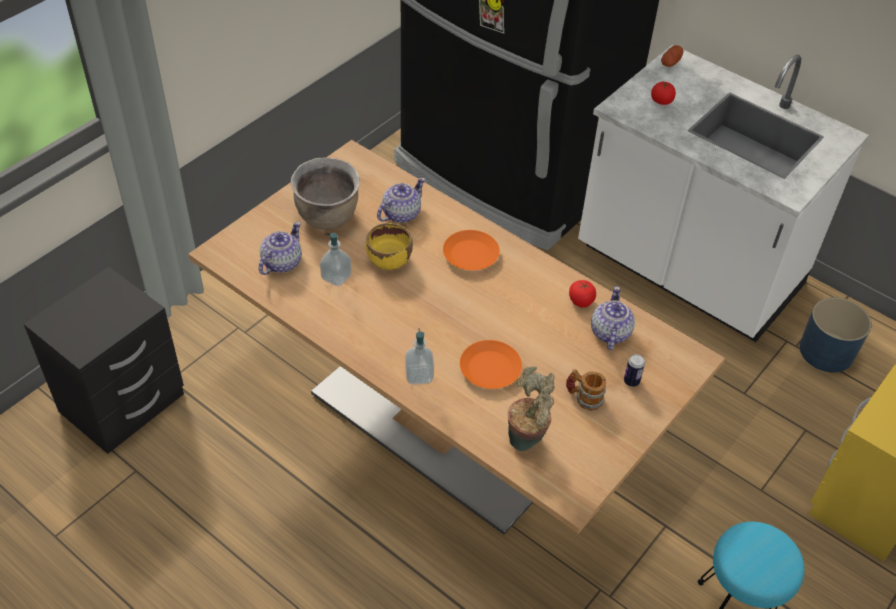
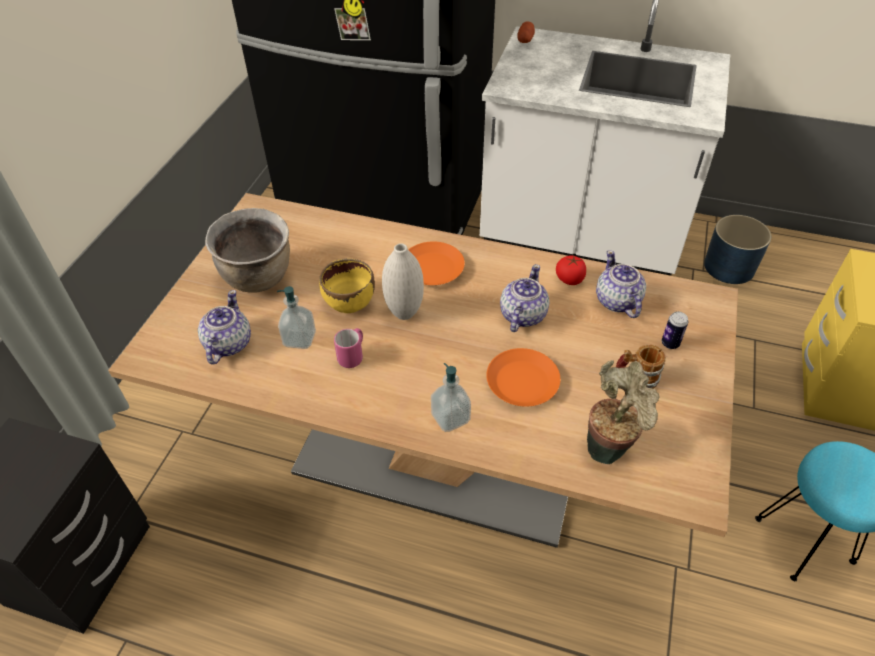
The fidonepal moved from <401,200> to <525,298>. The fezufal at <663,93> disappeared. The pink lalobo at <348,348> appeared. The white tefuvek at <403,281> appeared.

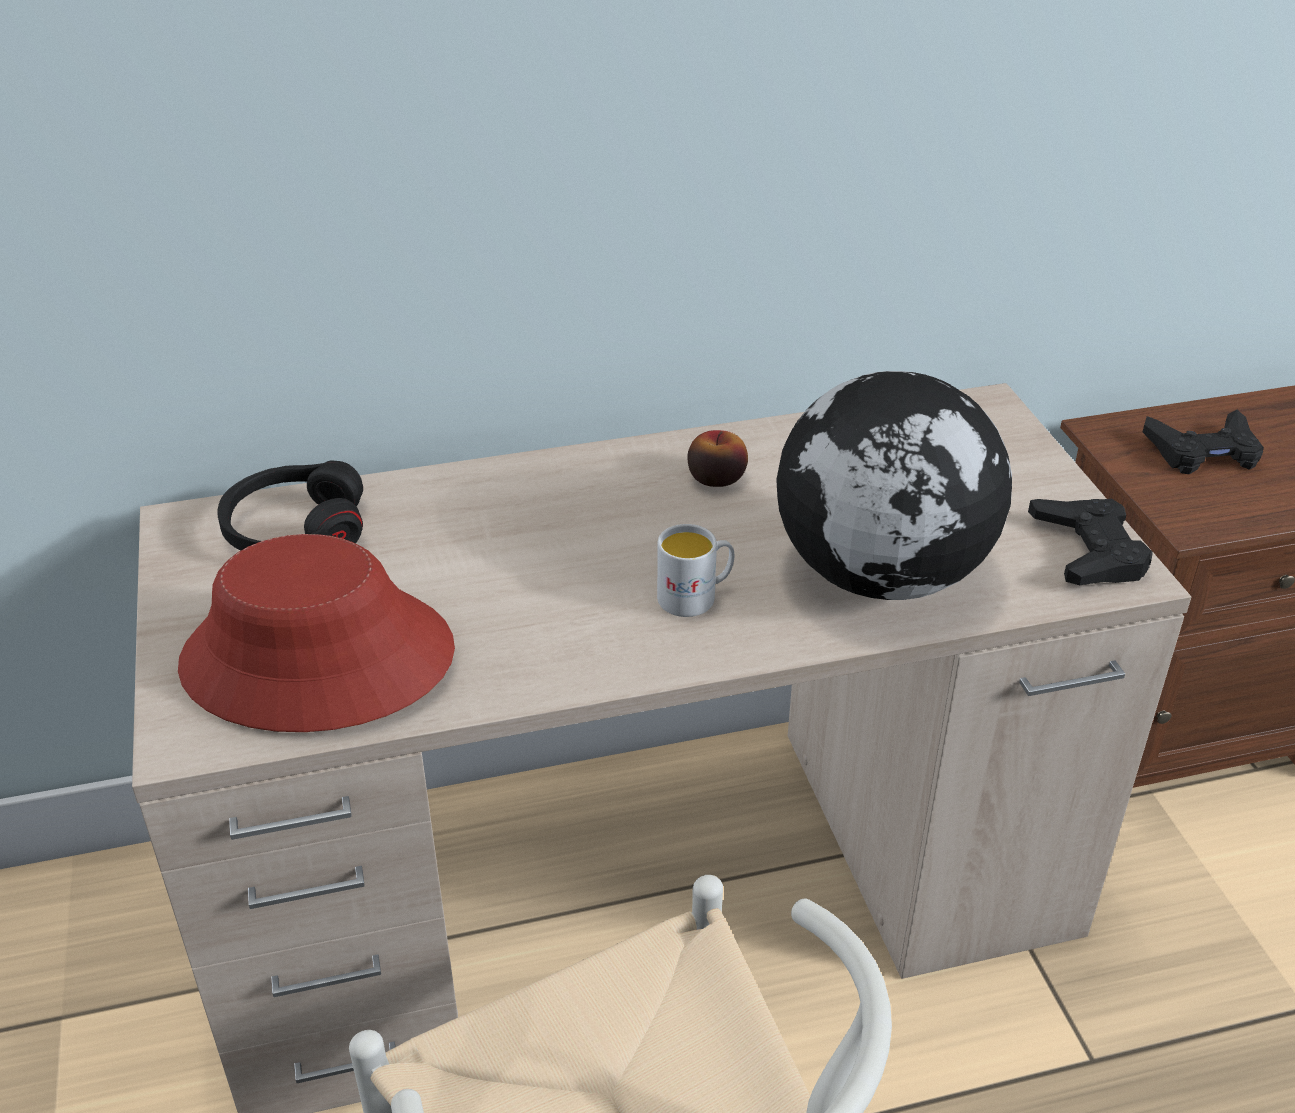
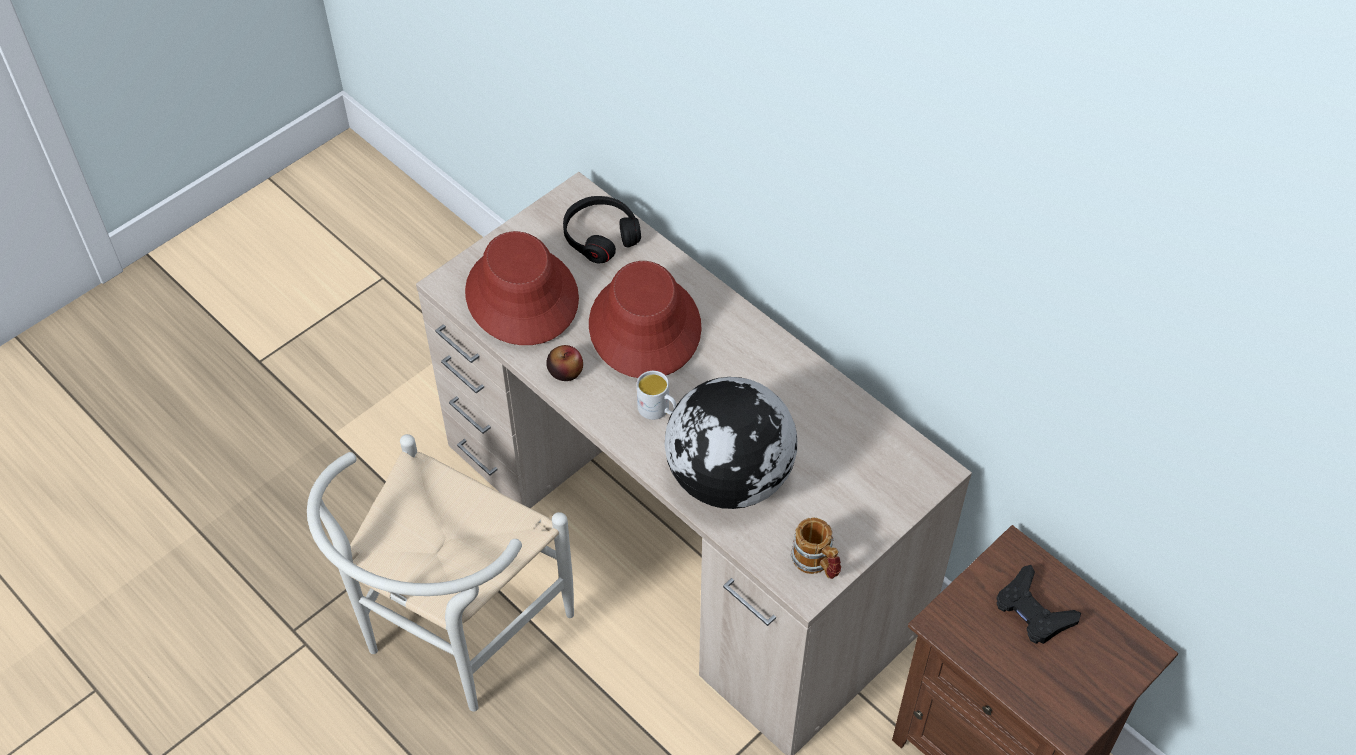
The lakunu moved from <717,458> to <564,363>. The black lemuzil at <1090,542> was replaced by the lalobo at <815,548>. The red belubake at <645,319> appeared.

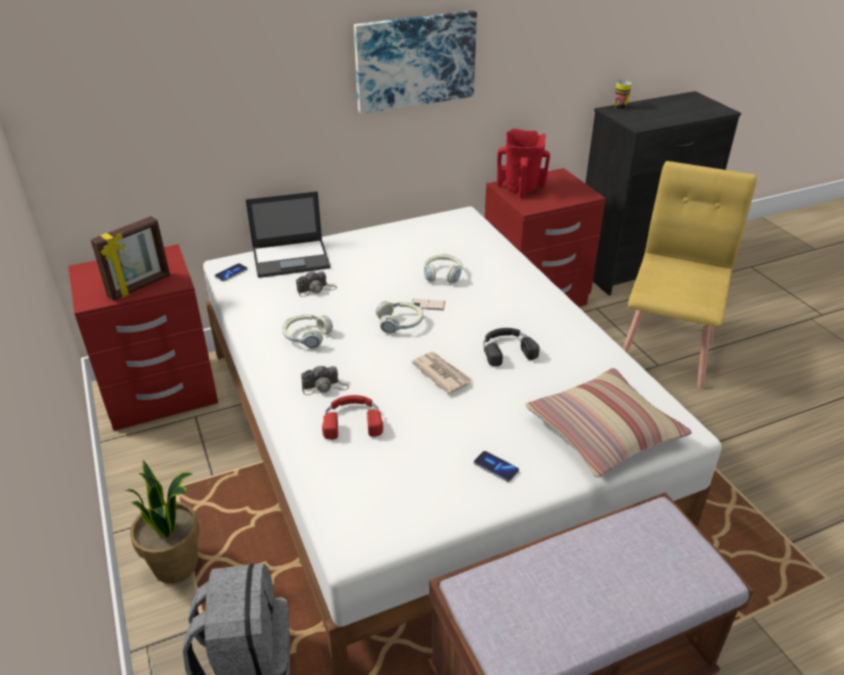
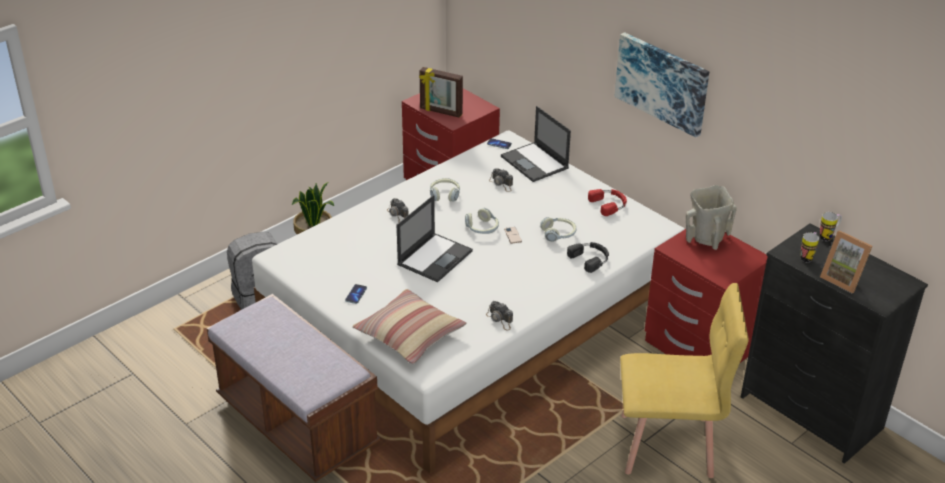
The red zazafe moved from <352,417> to <607,202>. The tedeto at <441,373> was replaced by the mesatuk at <435,238>. The black zazafe moved from <511,347> to <588,257>. The red tefuvek at <523,163> became the beige tefuvek at <711,217>. The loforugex at <499,315> appeared. The lalobo at <810,247> appeared. The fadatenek at <846,261> appeared.

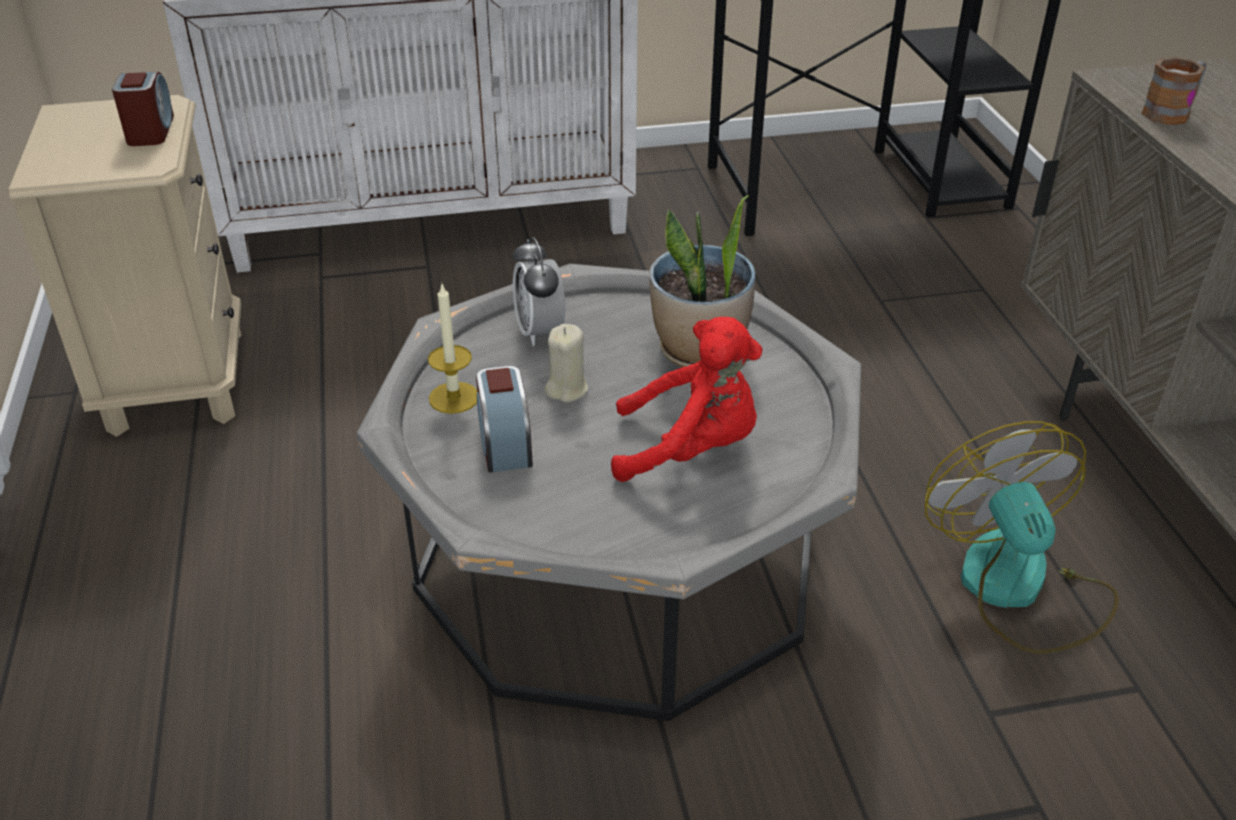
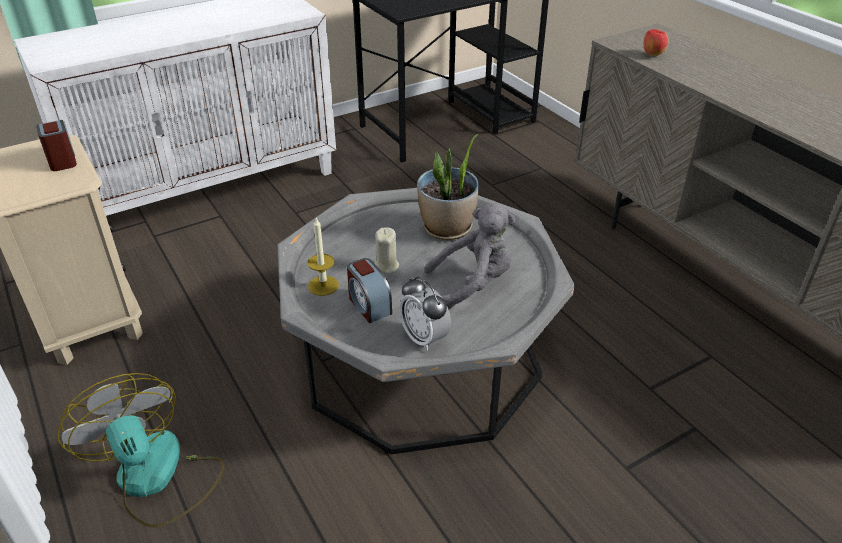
The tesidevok moved from <539,291> to <425,314>. The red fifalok at <687,399> became the grey fifalok at <470,256>. The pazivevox moved from <1022,537> to <140,450>. The lalobo at <1174,91> was replaced by the lakunu at <656,43>.

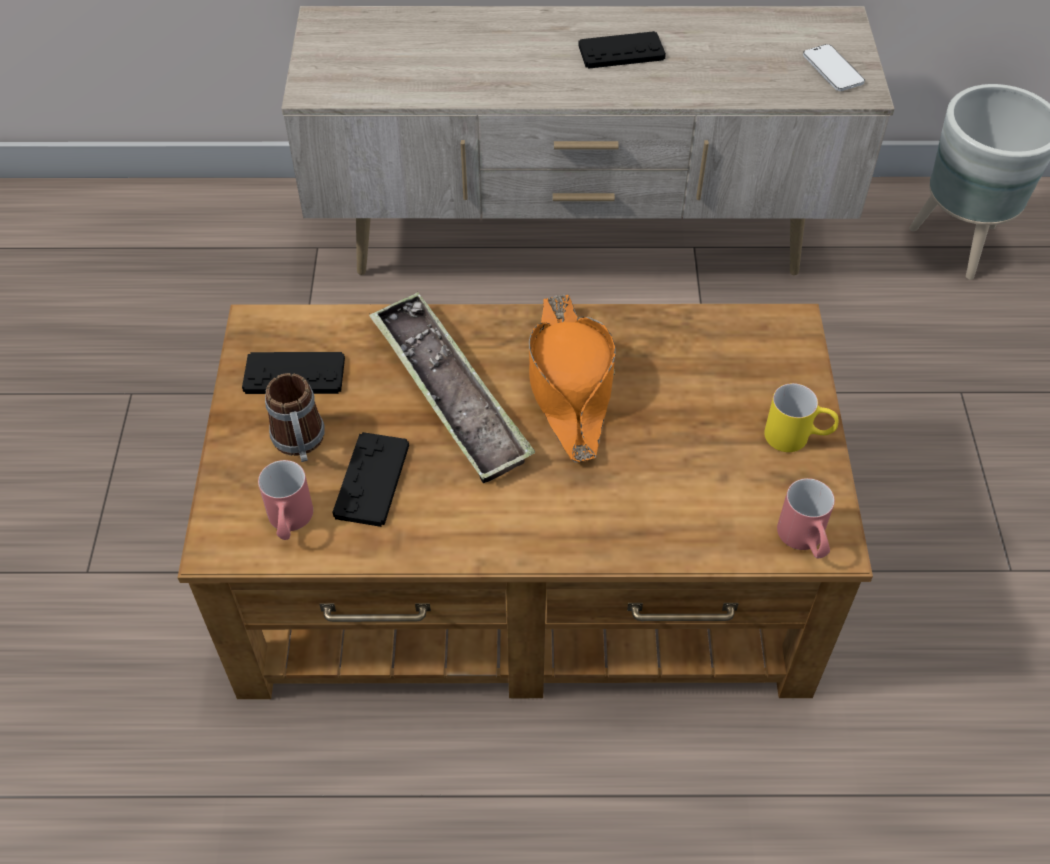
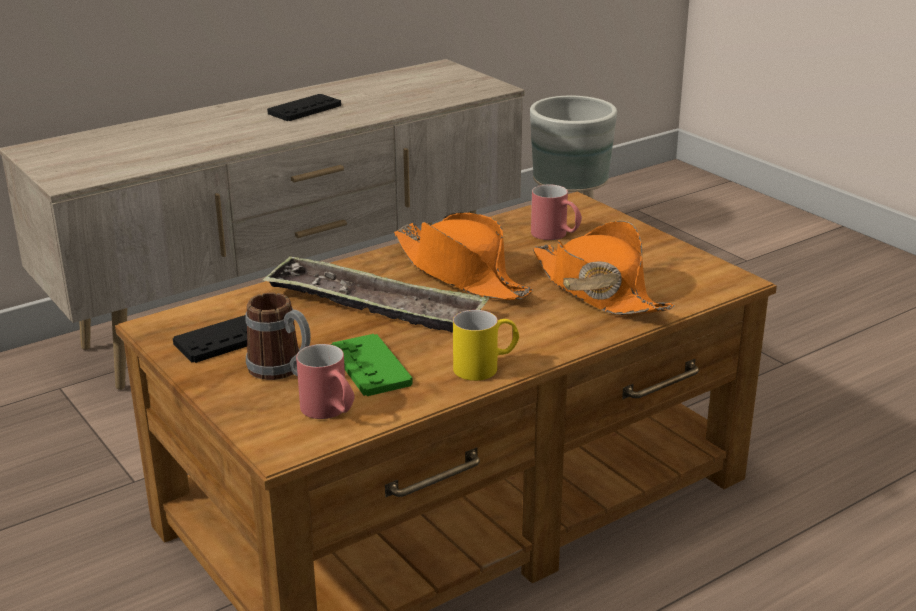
The black lemuzil at <370,479> became the green lemuzil at <372,365>. The yellow lalobo moved from <801,417> to <486,345>. The red lalobo moved from <806,518> to <556,212>. The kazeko at <834,67> disappeared. The orange belubake at <604,268> appeared.

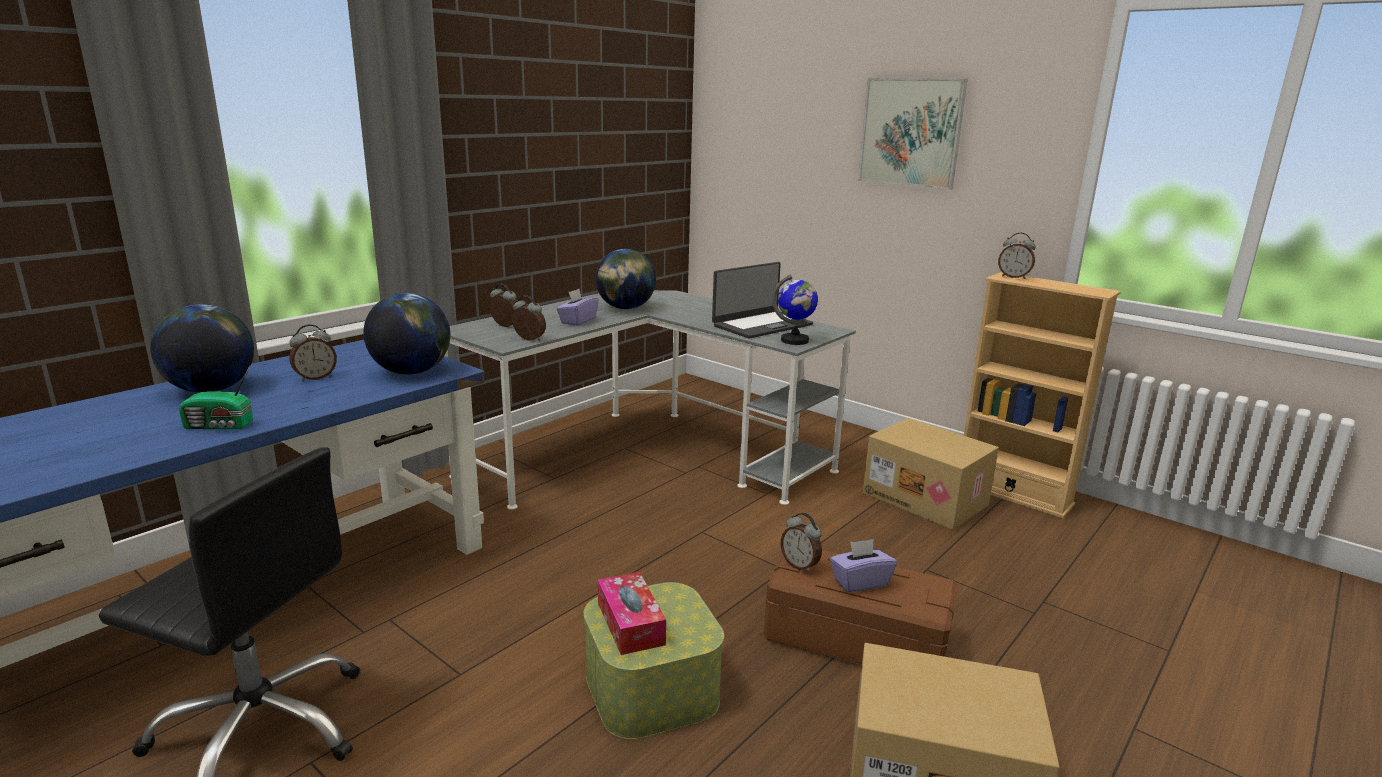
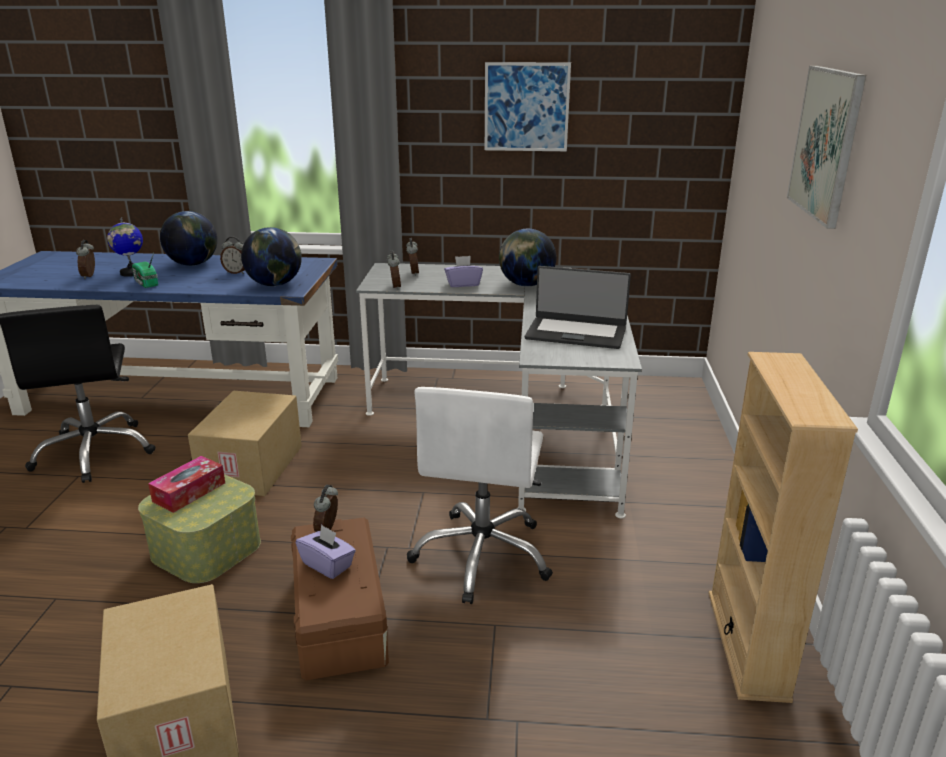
The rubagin moved from <795,309> to <125,247>. The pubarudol moved from <931,474> to <245,443>. The tesidevok moved from <1017,256> to <85,259>. The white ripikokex at <480,495> appeared. The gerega at <528,106> appeared.

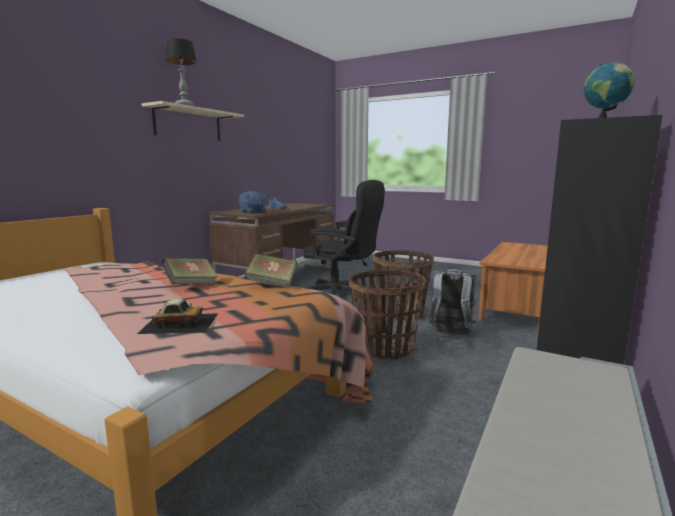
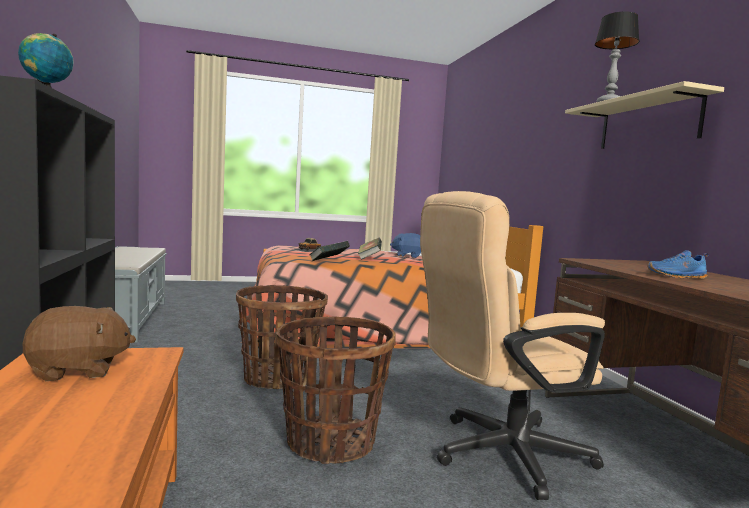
The blue fifalok moved from <253,202> to <405,245>. The black ripikokex at <344,237> became the beige ripikokex at <512,345>. The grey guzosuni at <451,302> disappeared. The brown fifalok at <79,343> appeared.

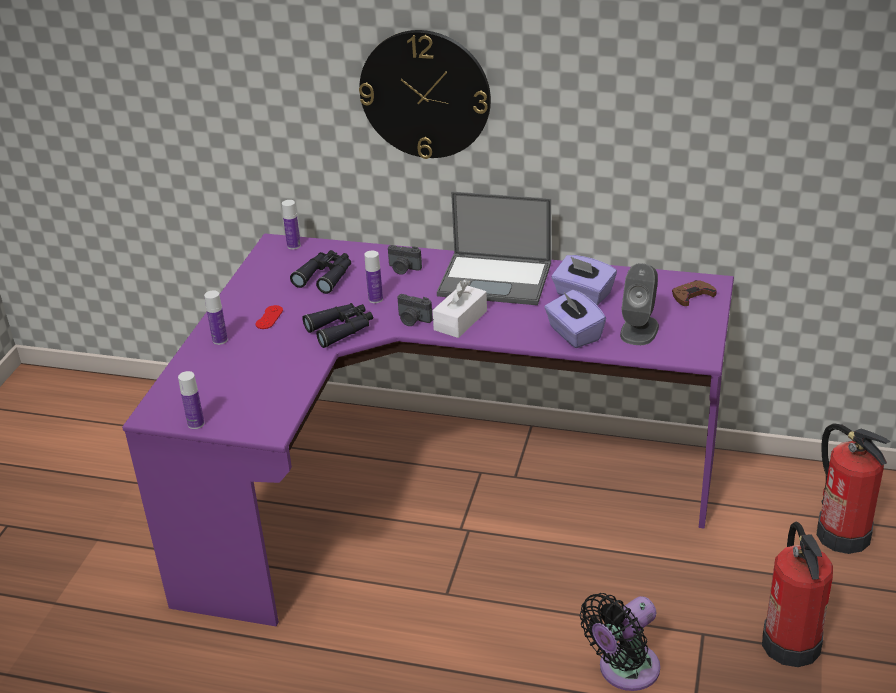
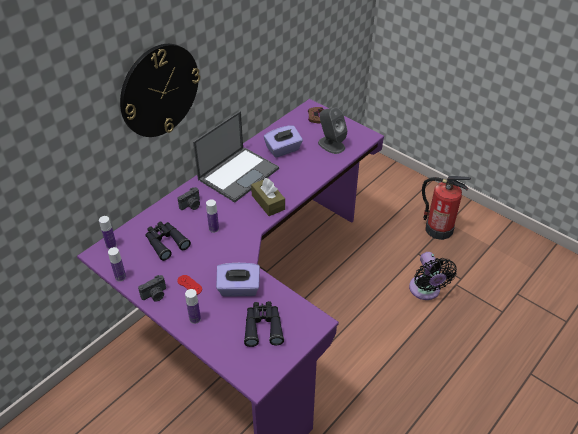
The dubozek moved from <191,400> to <117,264>. The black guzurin moved from <337,325> to <264,324>. The loforugex moved from <415,310> to <152,288>. The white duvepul at <459,308> became the brown duvepul at <268,197>. The purple duvepul moved from <575,319> to <238,280>. The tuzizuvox at <853,488> disappeared.

